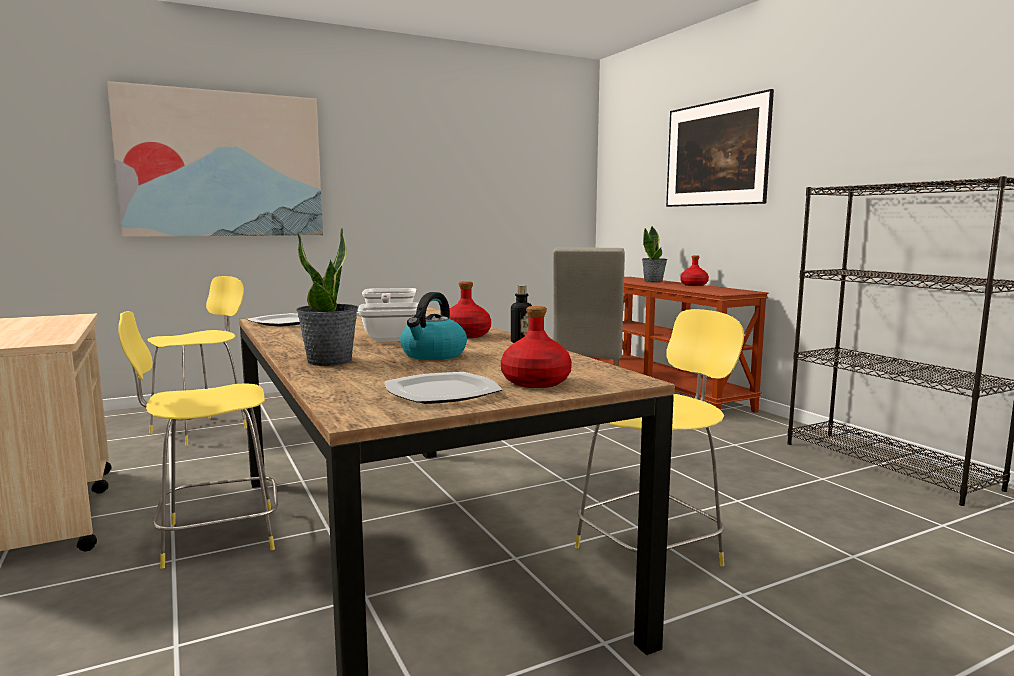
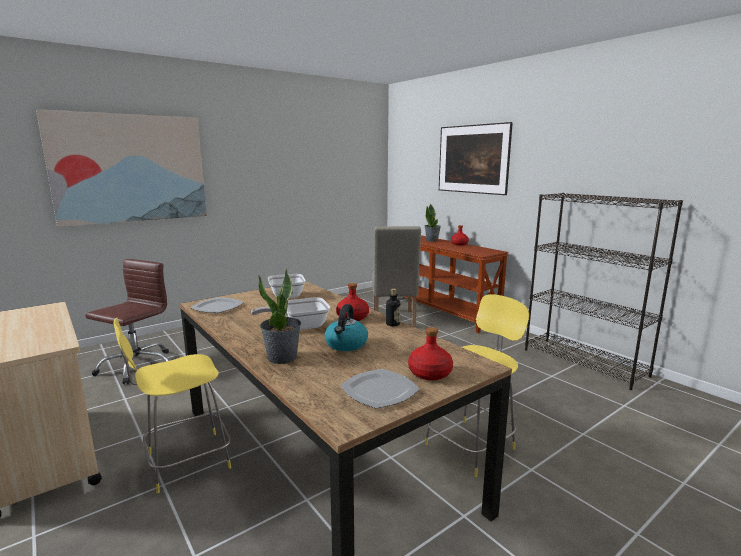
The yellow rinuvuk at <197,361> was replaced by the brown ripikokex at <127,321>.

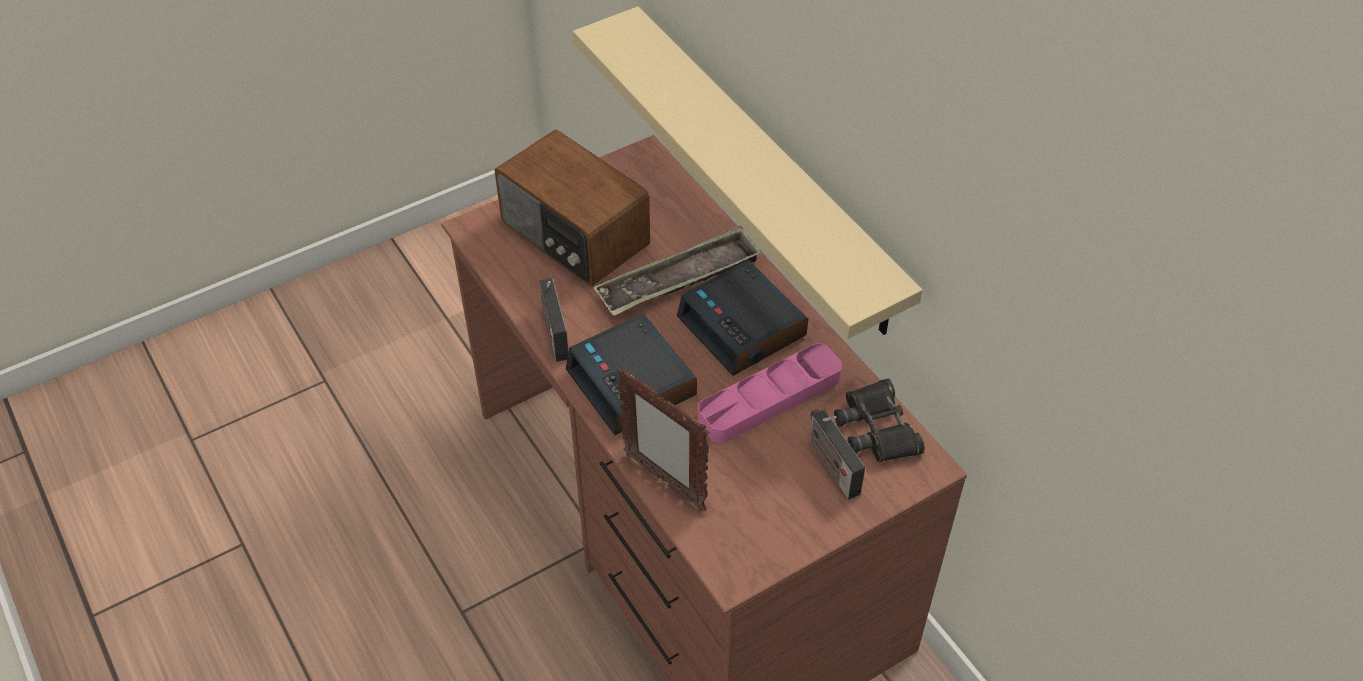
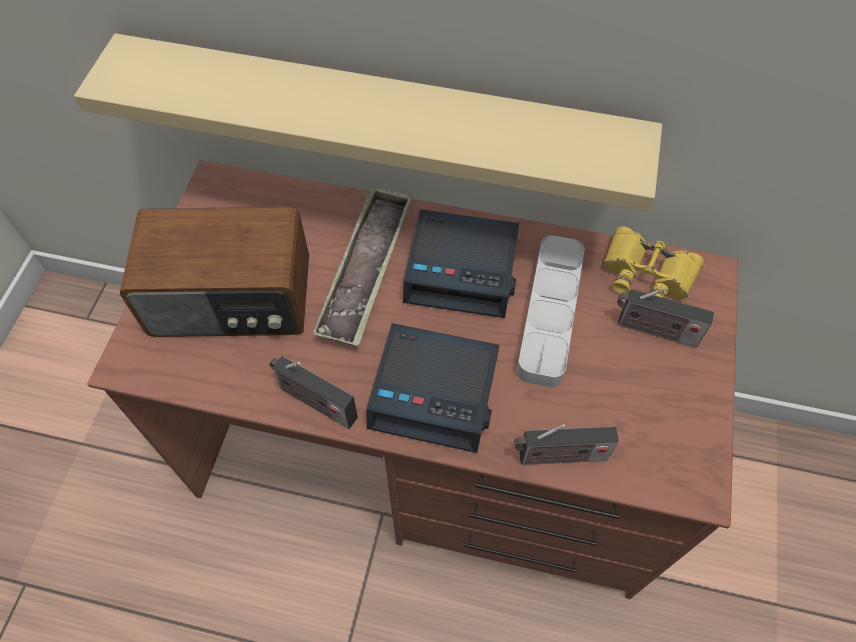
The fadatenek at <663,439> was replaced by the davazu at <566,444>. The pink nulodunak at <770,393> became the grey nulodunak at <550,311>. The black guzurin at <879,420> became the yellow guzurin at <653,263>.

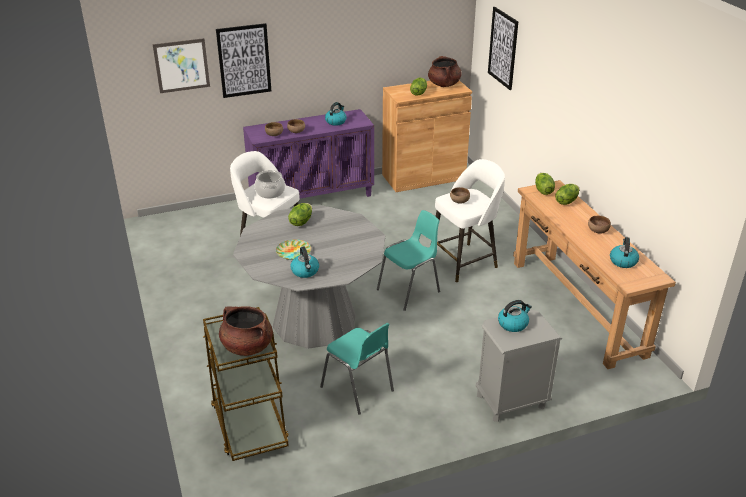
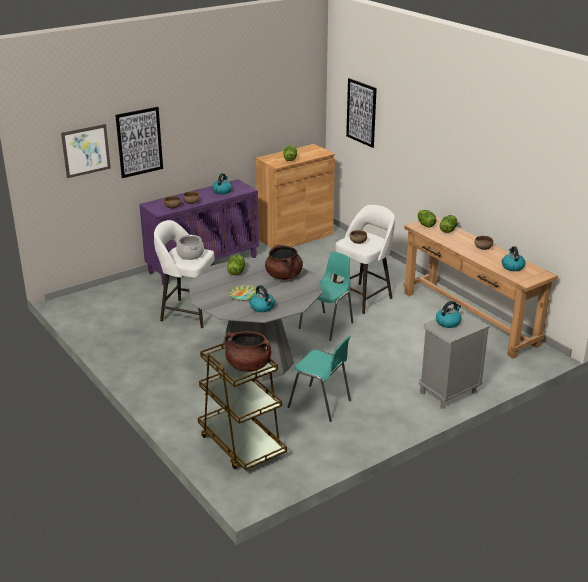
The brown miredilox moved from <445,71> to <284,262>.

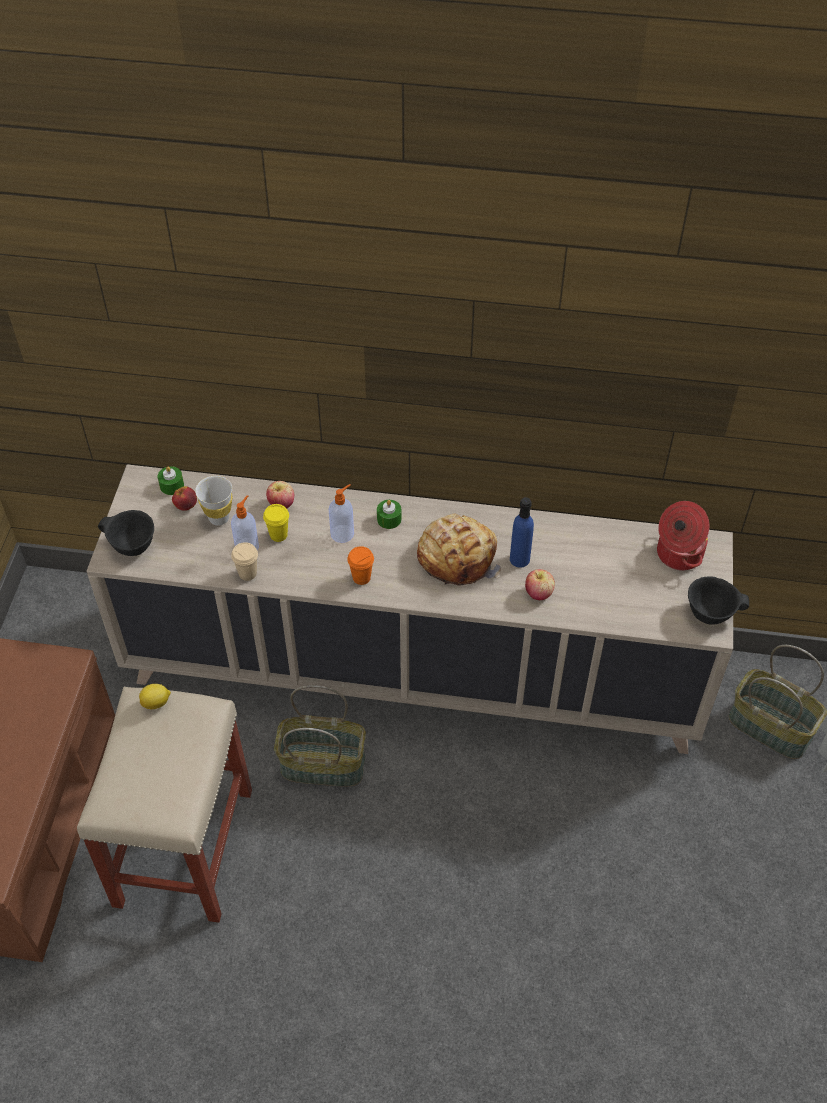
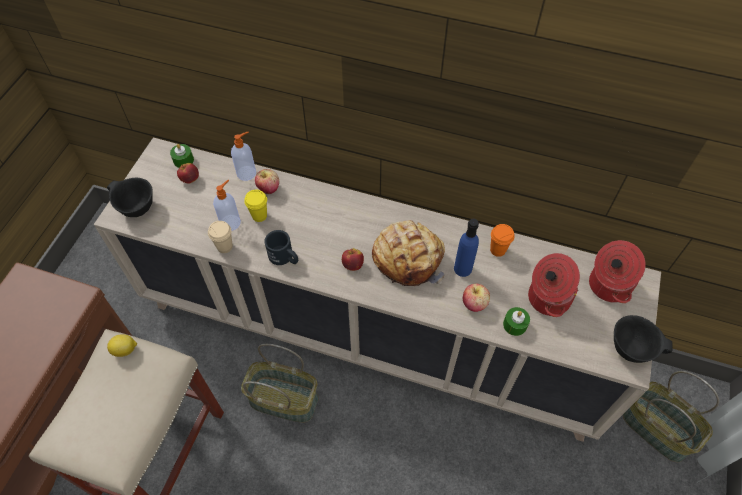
The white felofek at <213,501> disappeared. The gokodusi moved from <341,513> to <243,156>. The orange felofek moved from <360,565> to <502,240>. The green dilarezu moved from <389,514> to <516,321>. The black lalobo at <281,247> appeared. The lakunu at <353,259> appeared. The miredilox at <554,285> appeared.

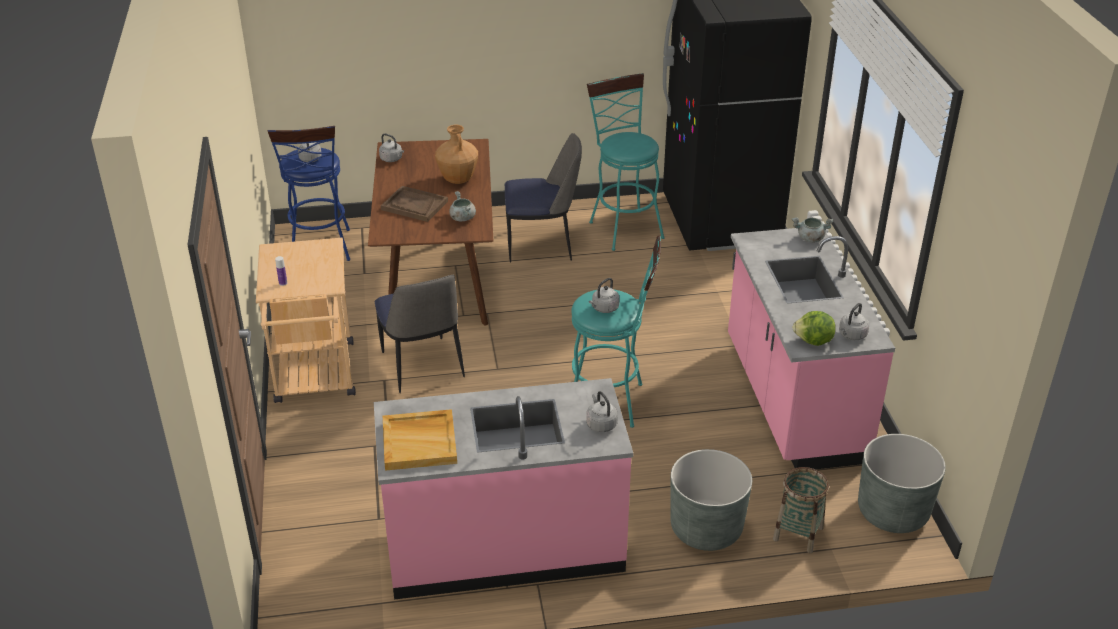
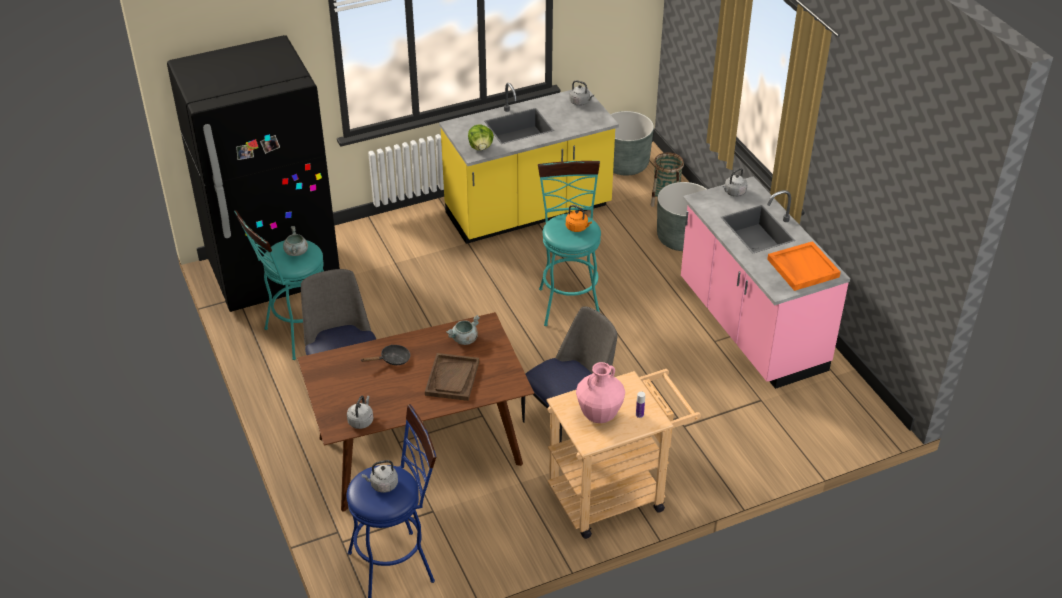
The beige nulodunak at <420,440> became the orange nulodunak at <804,266>. The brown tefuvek at <456,154> was replaced by the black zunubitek at <385,355>. The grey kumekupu at <604,295> became the orange kumekupu at <579,218>. The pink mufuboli at <811,348> became the yellow mufuboli at <529,163>. The grey miredilox moved from <812,230> to <295,241>. The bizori moved from <814,328> to <481,137>. The pink tefuvek at <600,392> appeared.

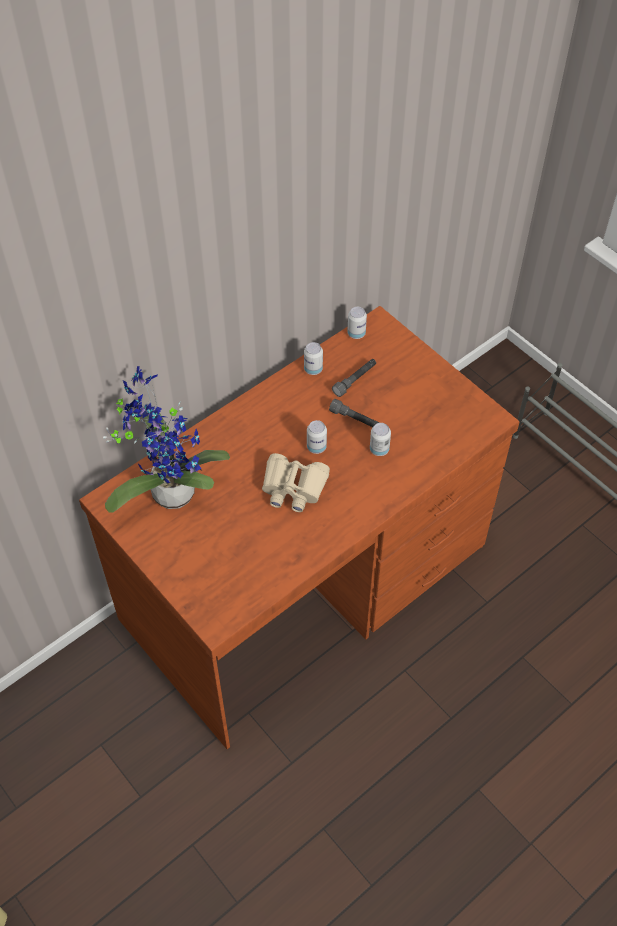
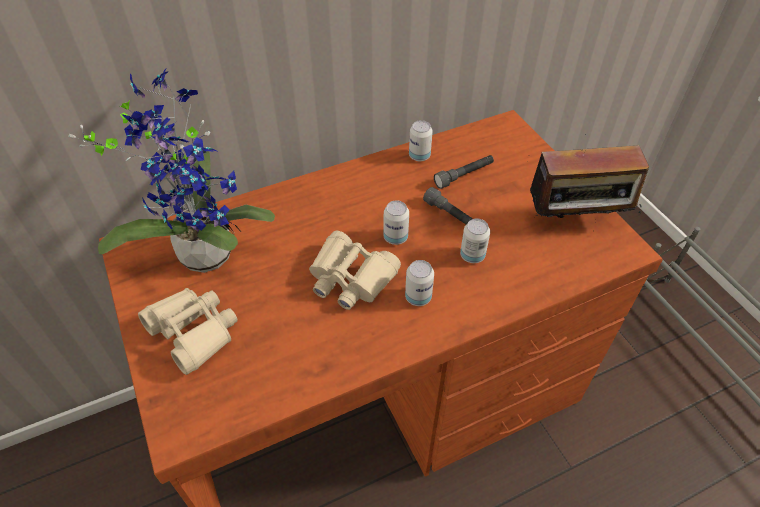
The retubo moved from <357,323> to <419,283>. The beige guzurin at <188,331> appeared. The davazu at <589,176> appeared.

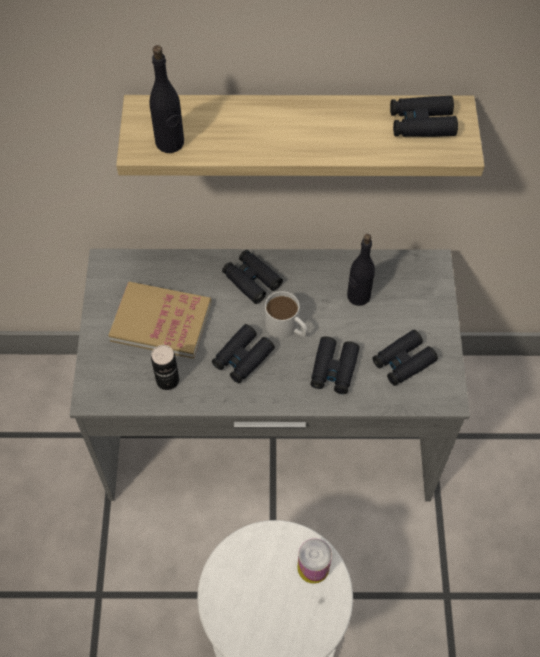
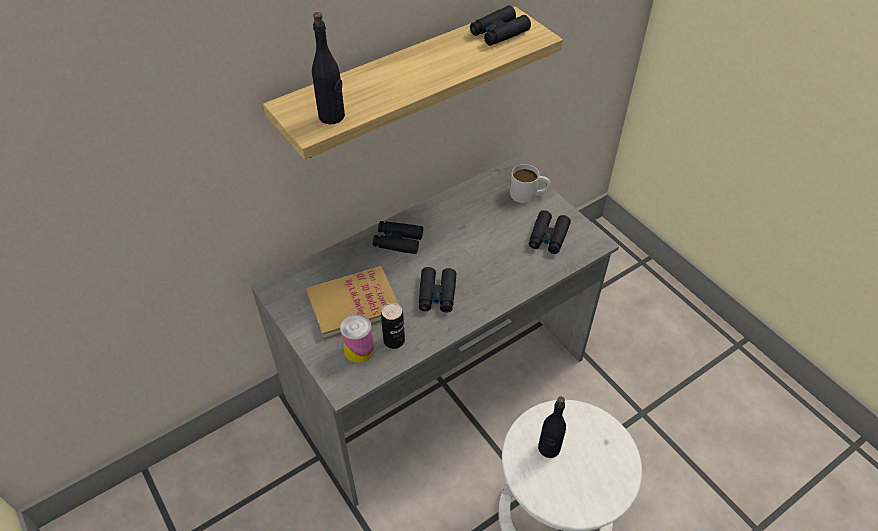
The white lalobo moved from <286,314> to <530,183>. The retubo moved from <314,561> to <357,338>. The black guzurin at <335,365> disappeared. The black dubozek moved from <361,270> to <552,427>.

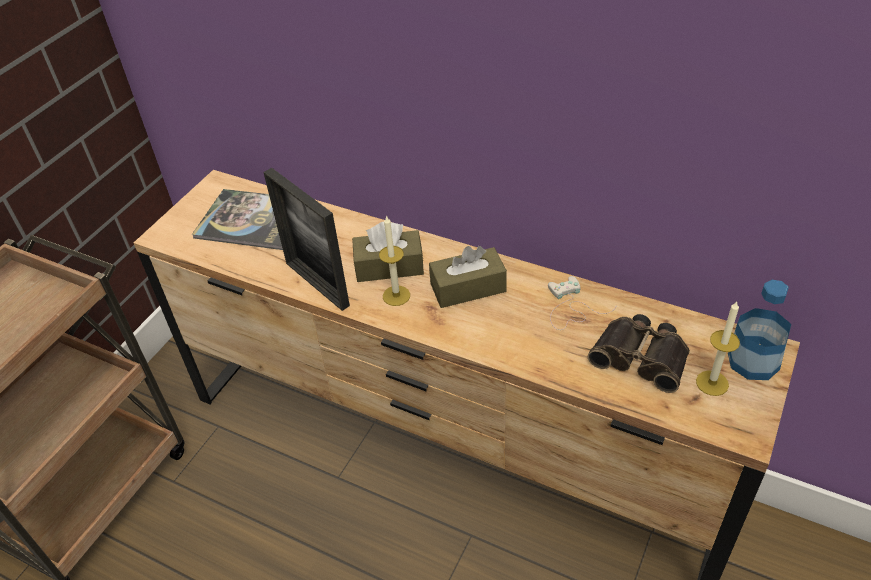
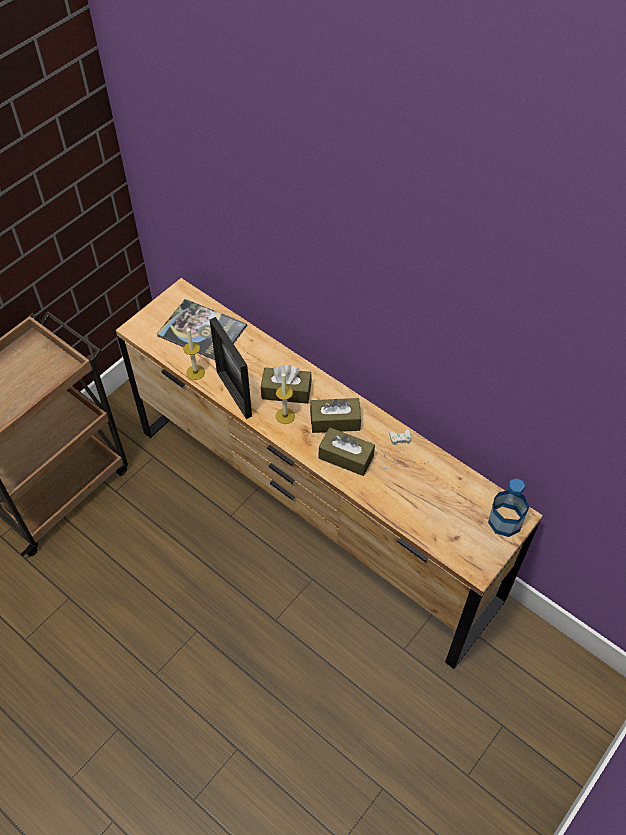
The guzurin at <639,353> disappeared. The dilarezu moved from <718,349> to <194,353>. The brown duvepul at <347,451> appeared.

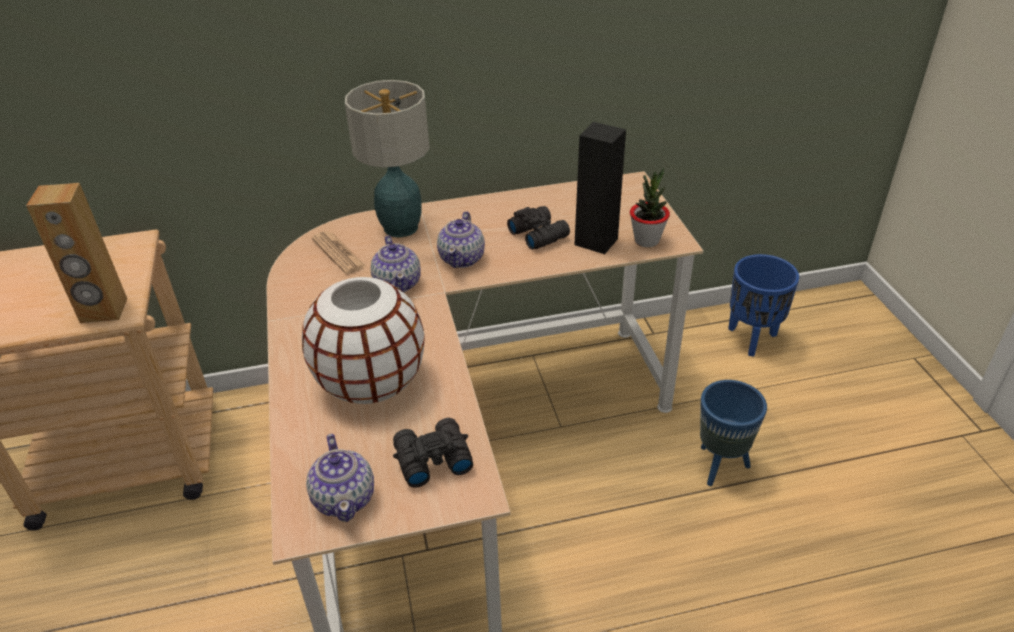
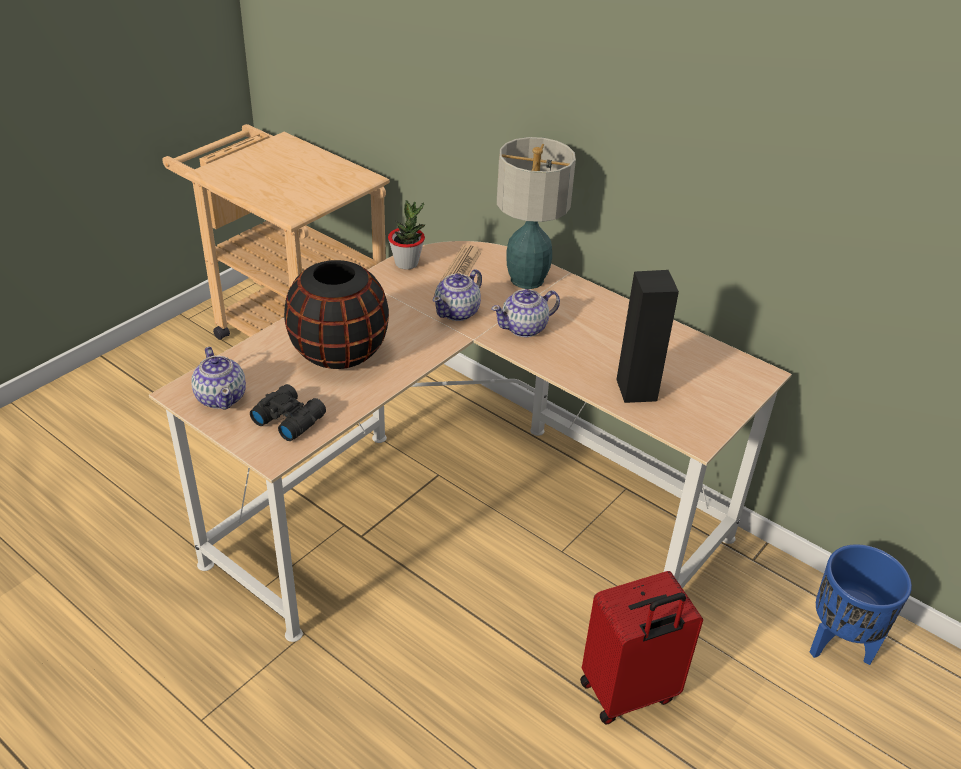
The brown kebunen at <76,253> disappeared. The white tefuvek at <363,340> became the black tefuvek at <336,314>. The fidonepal at <340,478> turned 60 degrees counterclockwise. The black guzurin at <538,228> disappeared. The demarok moved from <650,207> to <406,235>. The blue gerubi at <733,433> was replaced by the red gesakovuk at <641,648>.

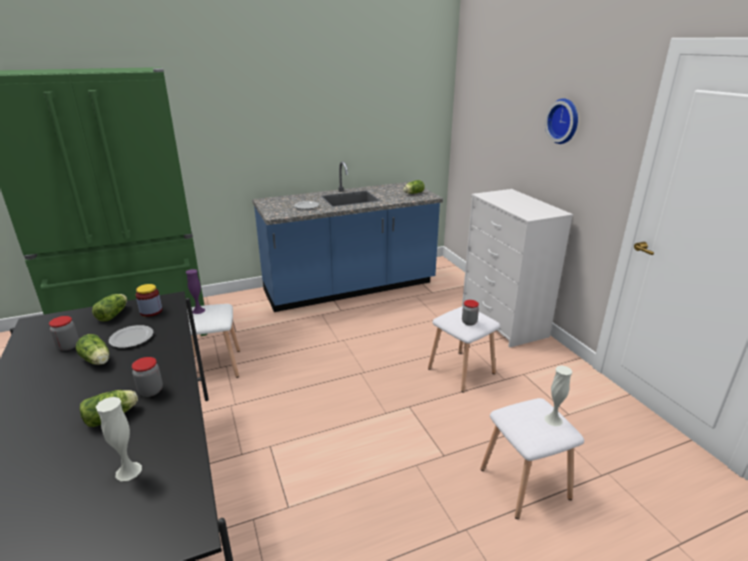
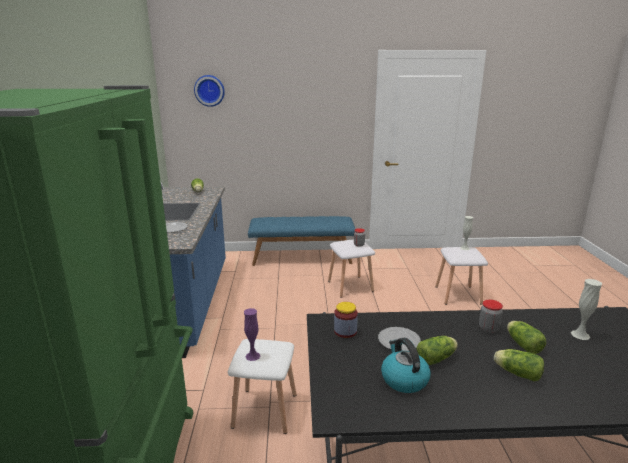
The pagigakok at <64,333> was replaced by the kumekupu at <406,365>. The bizori moved from <109,307> to <519,365>. The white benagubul at <517,268> was replaced by the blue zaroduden at <301,241>. The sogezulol moved from <561,121> to <209,91>.

